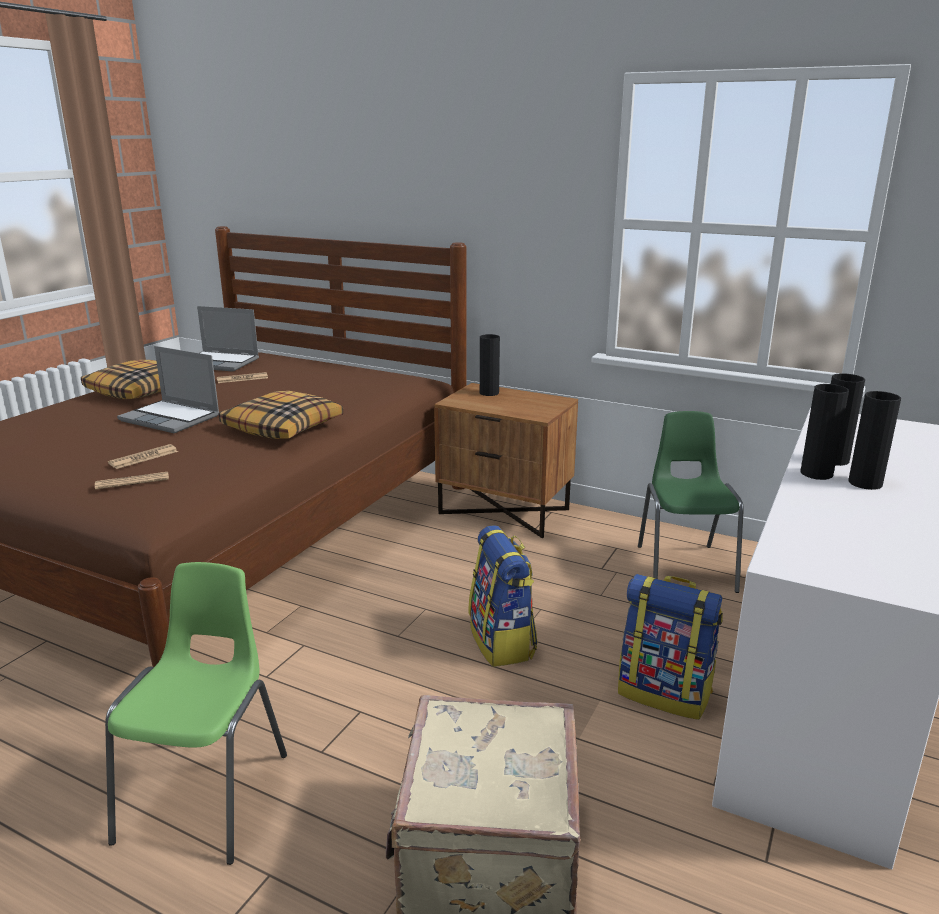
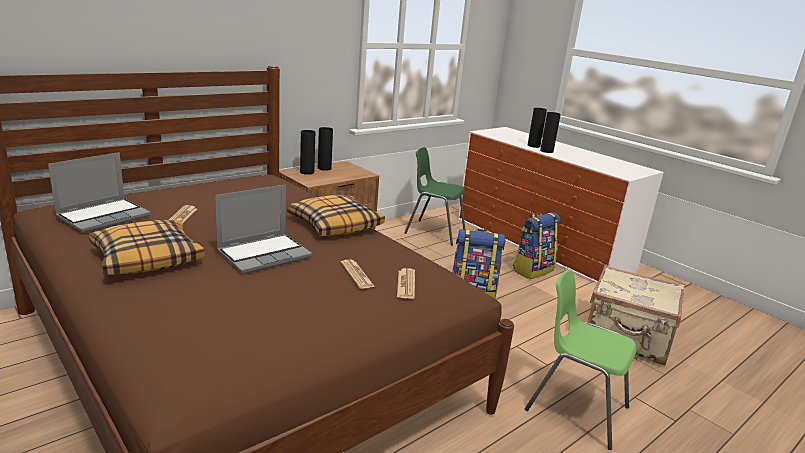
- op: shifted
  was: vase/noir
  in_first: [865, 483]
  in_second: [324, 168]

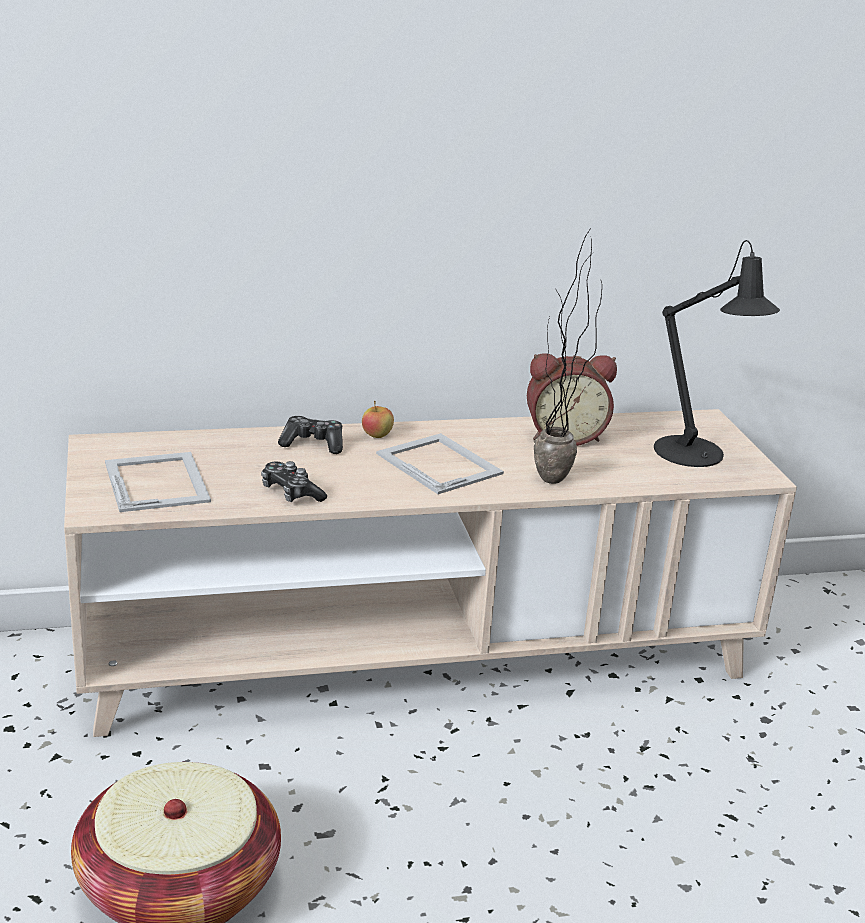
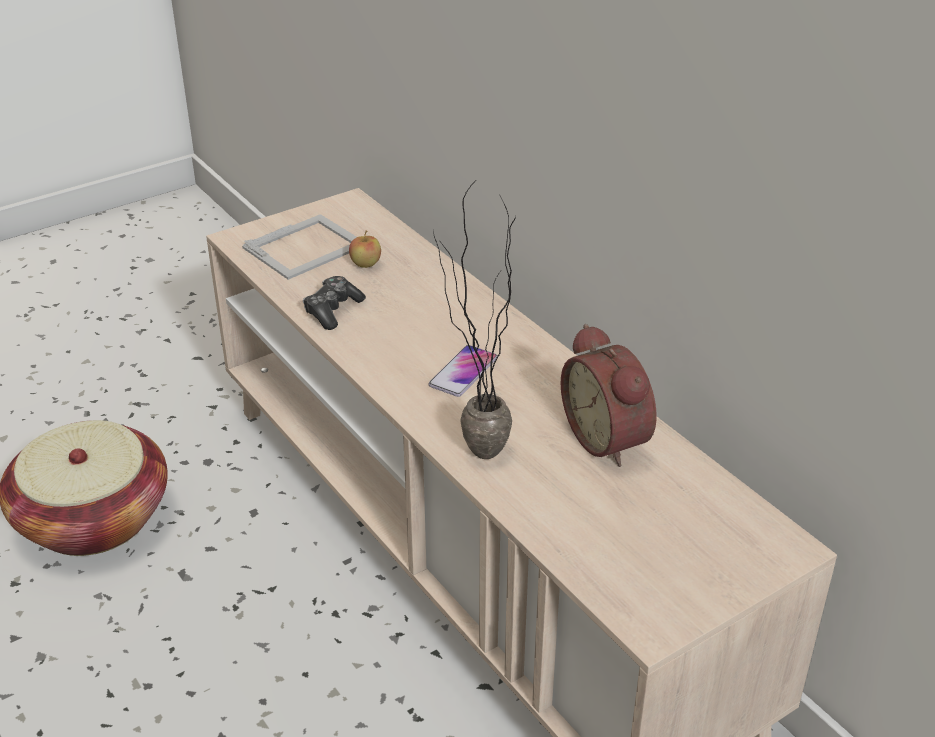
- op: gone
  was: manette
  in_first: [313, 444]
- op: shifted
  was: pomme
  in_first: [376, 435]
  in_second: [365, 264]
- op: swapped
  was: cadre photo
  now: téléphone
  in_first: [439, 463]
  in_second: [463, 372]
- op: gone
  was: lampe de table/noir
  in_first: [696, 455]

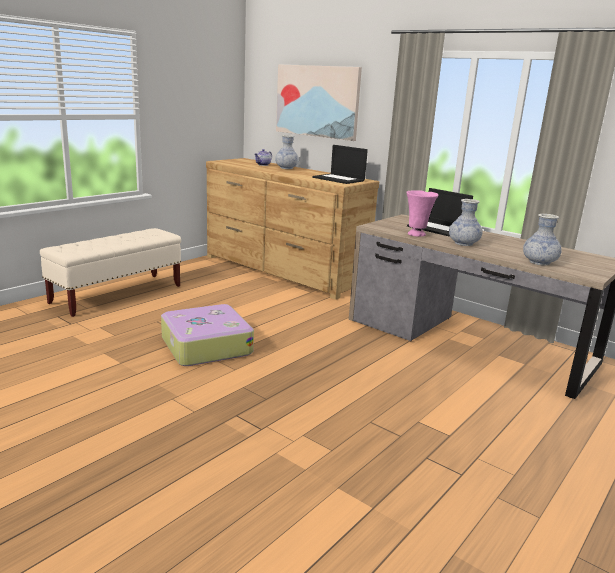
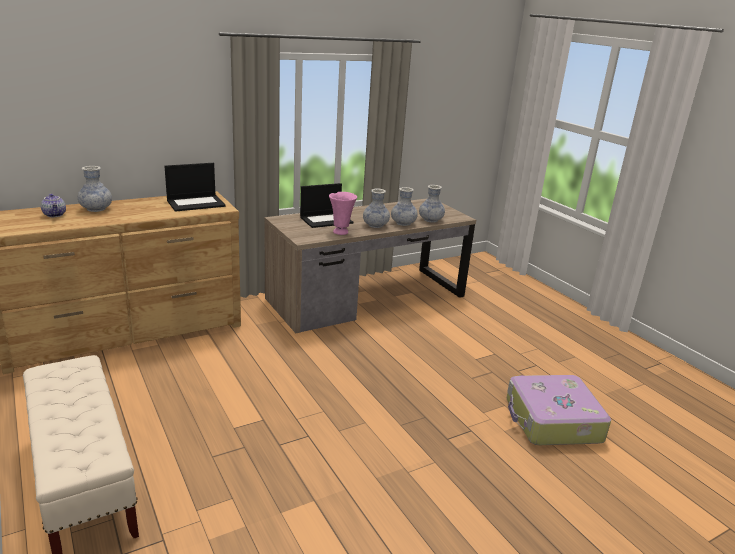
- op: shifted
  was: valise
  in_first: [205, 346]
  in_second: [552, 421]
- op: gone
  was: tableau
  in_first: [317, 101]
- op: new
  now: vase
  in_second: [403, 223]

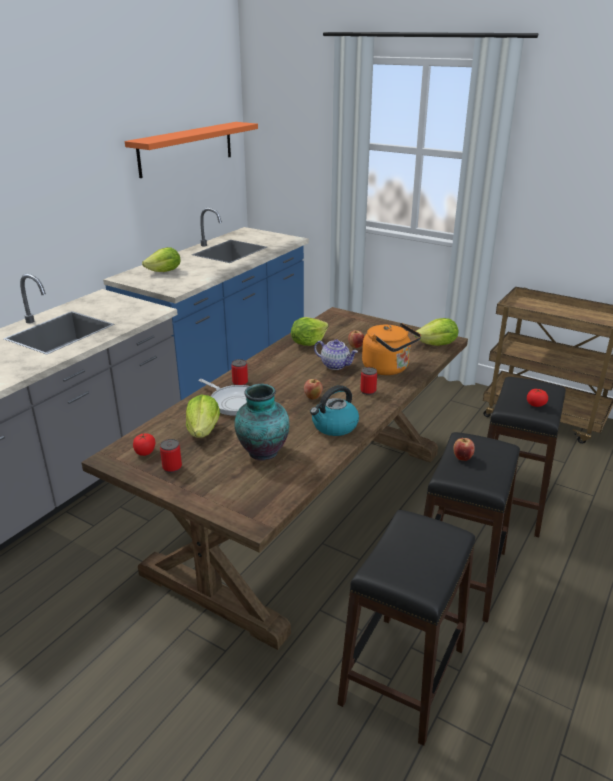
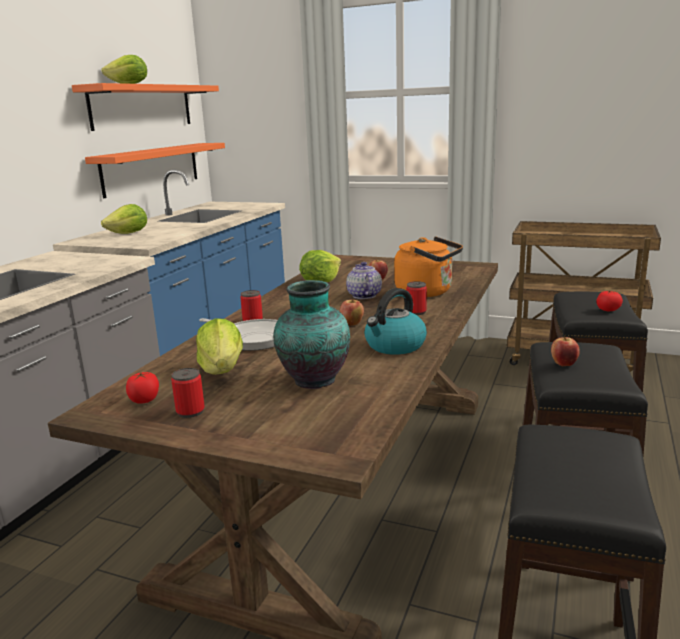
- op: rotated
  was: théière
  in_first: [335, 365]
  in_second: [363, 295]
  clockwise: -120
- op: shifted
  was: laitue
  in_first: [437, 345]
  in_second: [129, 84]
- op: new
  now: étagère/orange
  in_second: [151, 168]

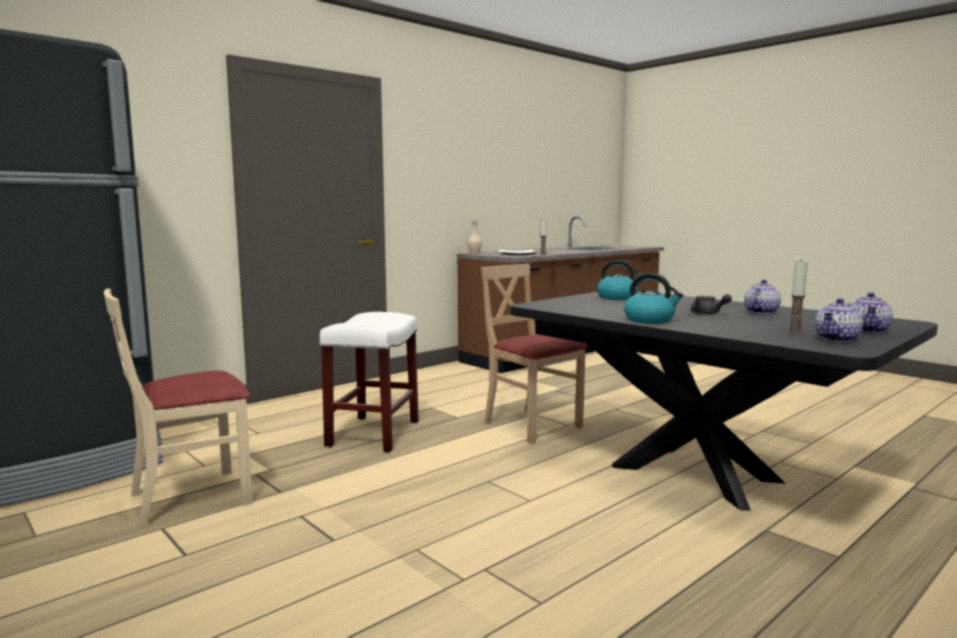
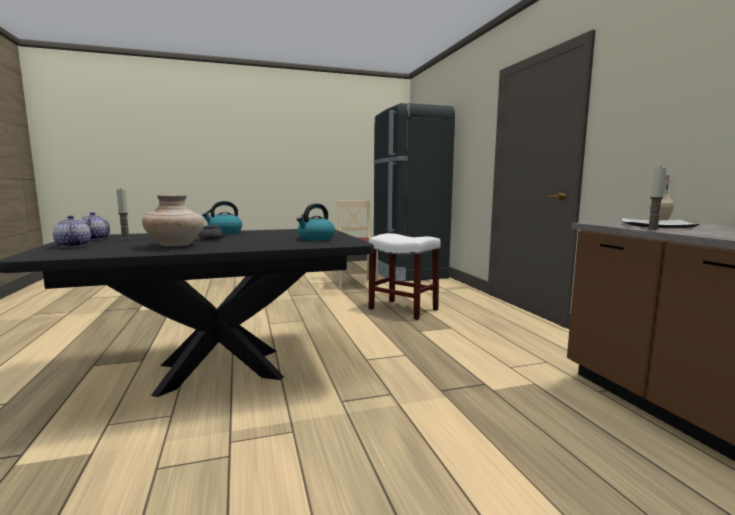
- op: gone
  was: chaise/beige
  in_first: [531, 425]
- op: swapped
  was: théière
  now: vase/beige
  in_first: [760, 312]
  in_second: [176, 245]

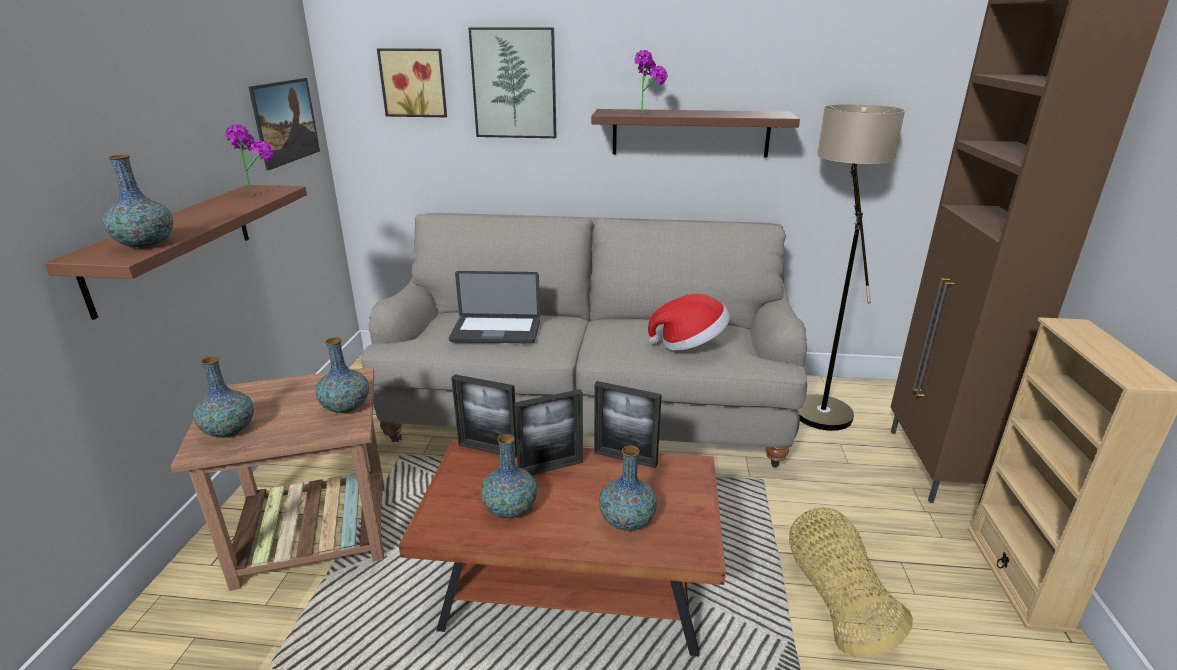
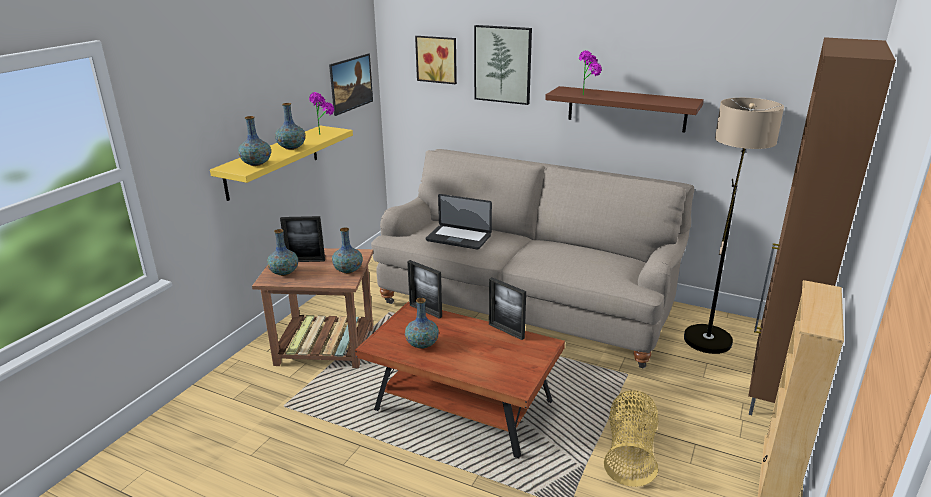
- op: repainted
  was: étagère/marron
  now: étagère/jaune
  in_first: [173, 245]
  in_second: [272, 162]
- op: shifted
  was: cadre photo
  in_first: [551, 468]
  in_second: [305, 261]
- op: shifted
  was: vase
  in_first: [626, 521]
  in_second: [291, 148]
- op: gone
  was: chapeau
  in_first: [690, 344]

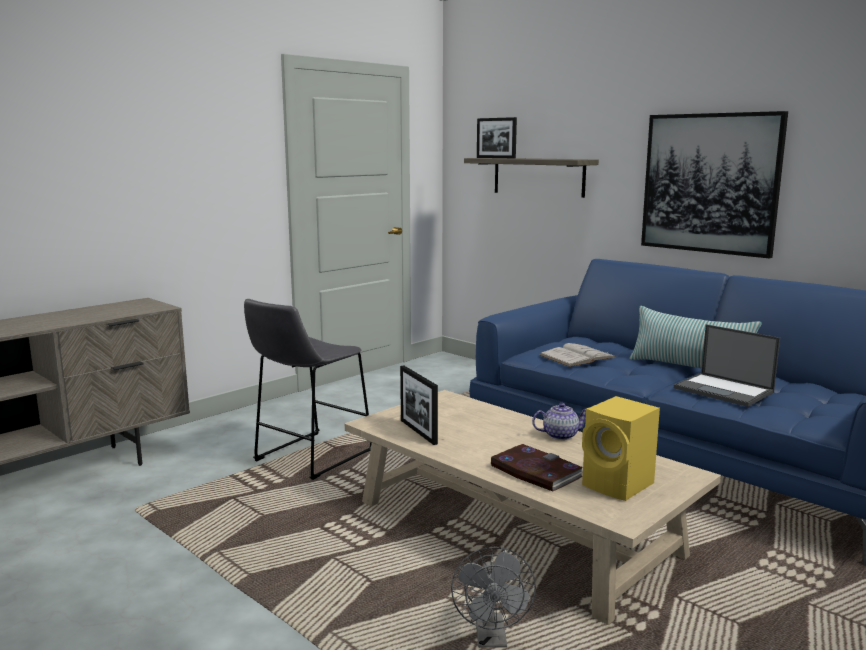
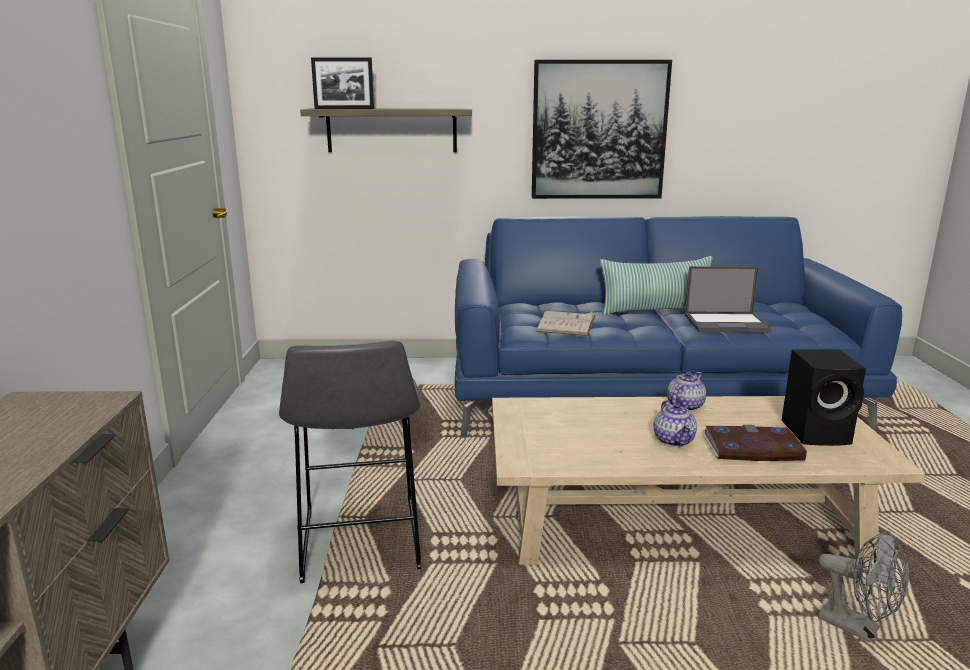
- op: gone
  was: cadre photo
  in_first: [418, 432]
- op: repainted
  was: enceinte/jaune
  now: enceinte/noir
  in_first: [619, 485]
  in_second: [818, 433]
- op: new
  now: théière
  in_second: [674, 440]

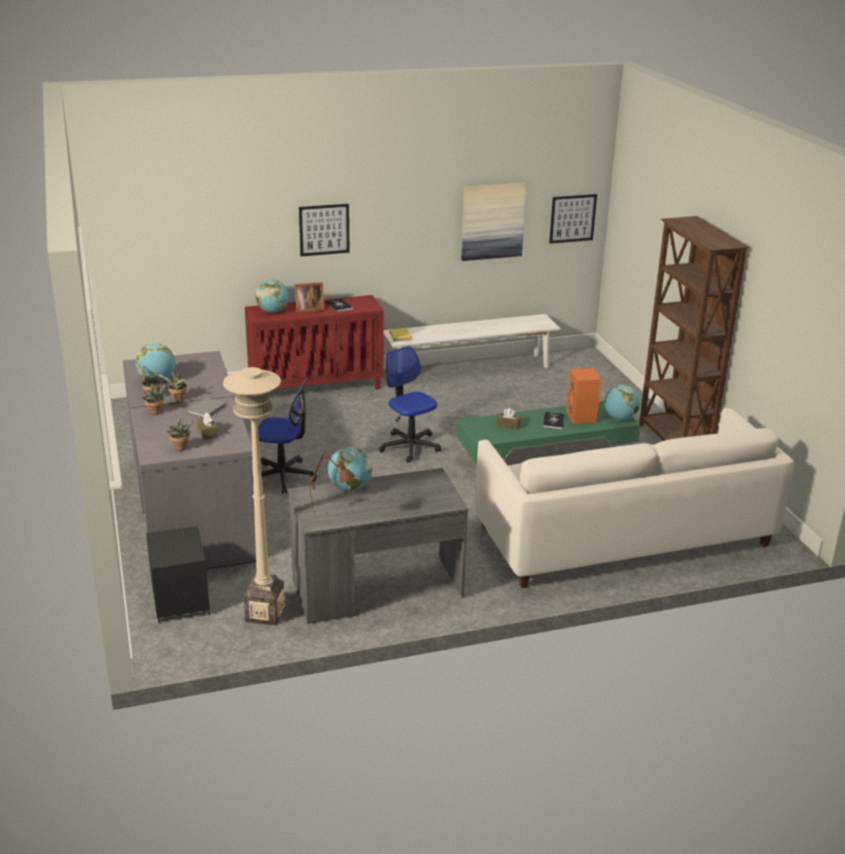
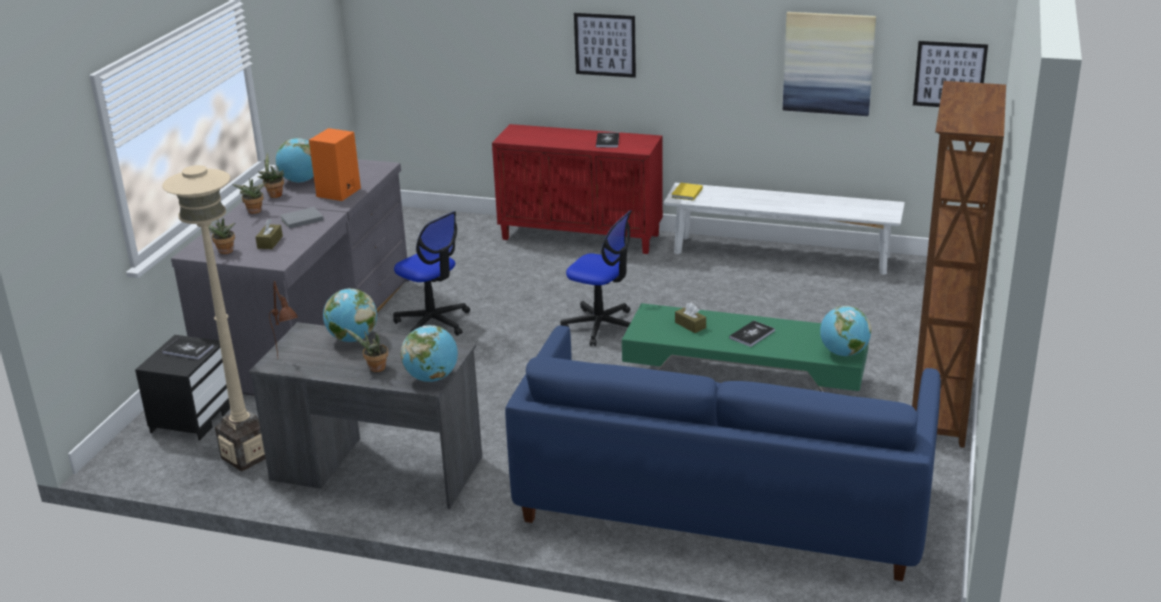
- op: shifted
  was: plante en pot
  in_first: [177, 400]
  in_second: [375, 369]
- op: shifted
  was: globe
  in_first: [272, 311]
  in_second: [432, 378]
- op: gone
  was: cadre photo
  in_first: [308, 309]
- op: rotated
  was: chaise de bureau
  in_first: [410, 446]
  in_second: [601, 326]
  clockwise: 120
- op: repainted
  was: canapé/blanc
  now: canapé/bleu
  in_first: [624, 536]
  in_second: [722, 503]
- op: shifted
  was: enceinte/orange
  in_first: [582, 417]
  in_second: [339, 193]
- op: new
  now: livre
  in_second: [188, 350]

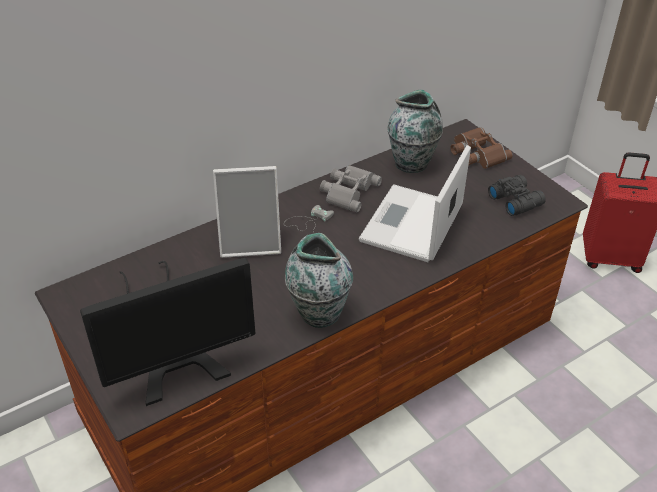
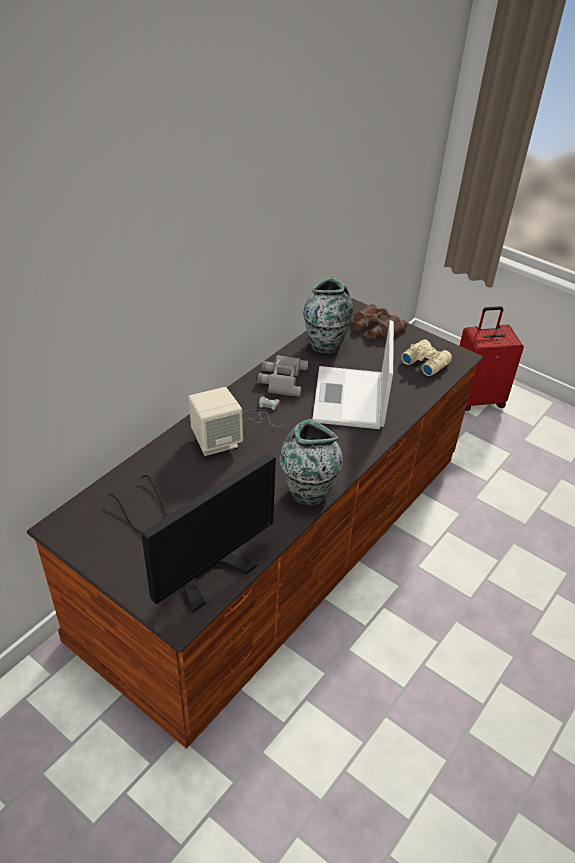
- op: swapped
  was: cadre photo
  now: enceinte/beige
  in_first: [251, 241]
  in_second: [216, 441]
- op: repainted
  was: jumelles/noir
  now: jumelles/beige
  in_first: [515, 200]
  in_second: [425, 362]

